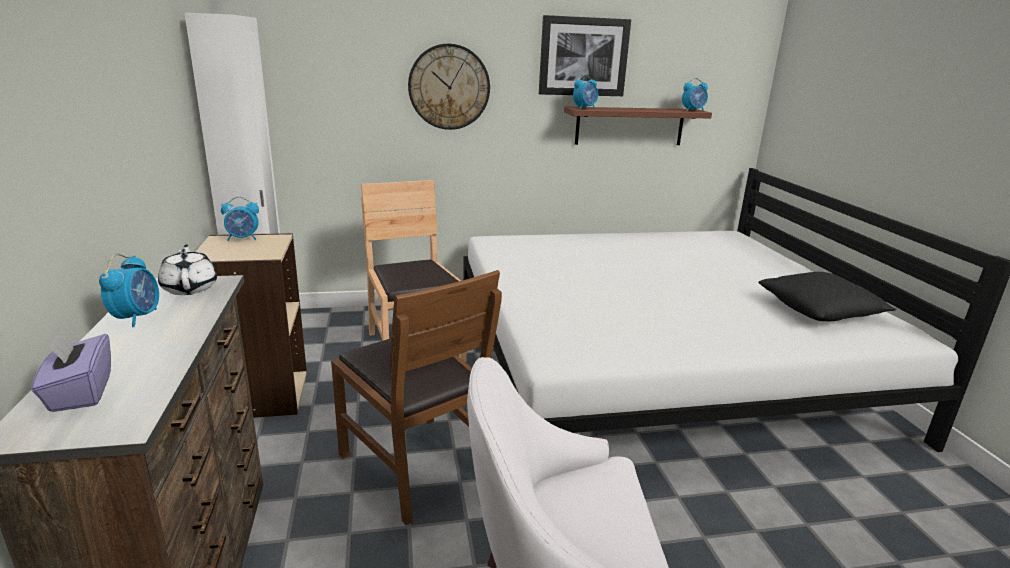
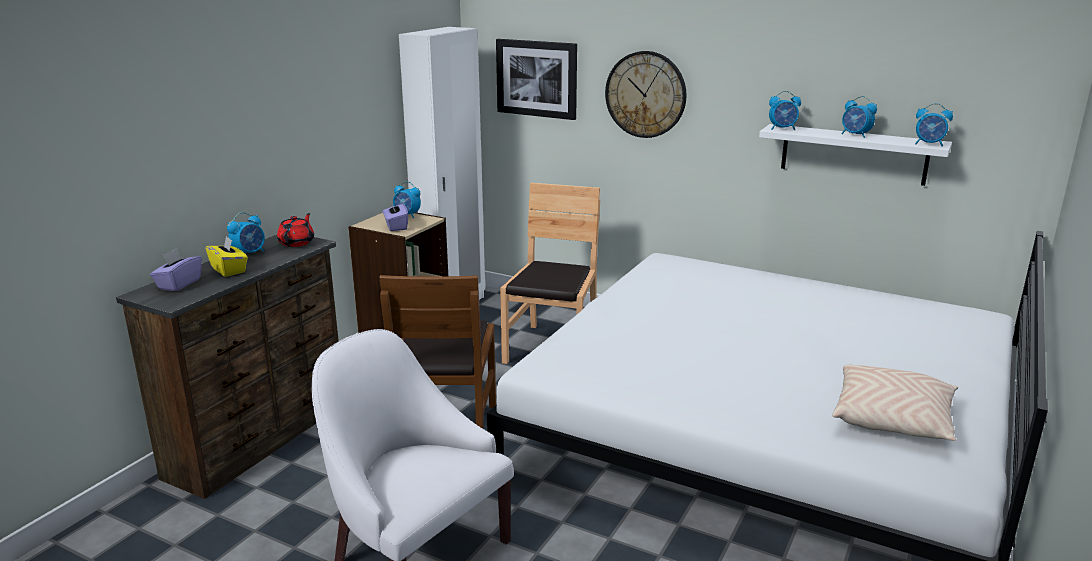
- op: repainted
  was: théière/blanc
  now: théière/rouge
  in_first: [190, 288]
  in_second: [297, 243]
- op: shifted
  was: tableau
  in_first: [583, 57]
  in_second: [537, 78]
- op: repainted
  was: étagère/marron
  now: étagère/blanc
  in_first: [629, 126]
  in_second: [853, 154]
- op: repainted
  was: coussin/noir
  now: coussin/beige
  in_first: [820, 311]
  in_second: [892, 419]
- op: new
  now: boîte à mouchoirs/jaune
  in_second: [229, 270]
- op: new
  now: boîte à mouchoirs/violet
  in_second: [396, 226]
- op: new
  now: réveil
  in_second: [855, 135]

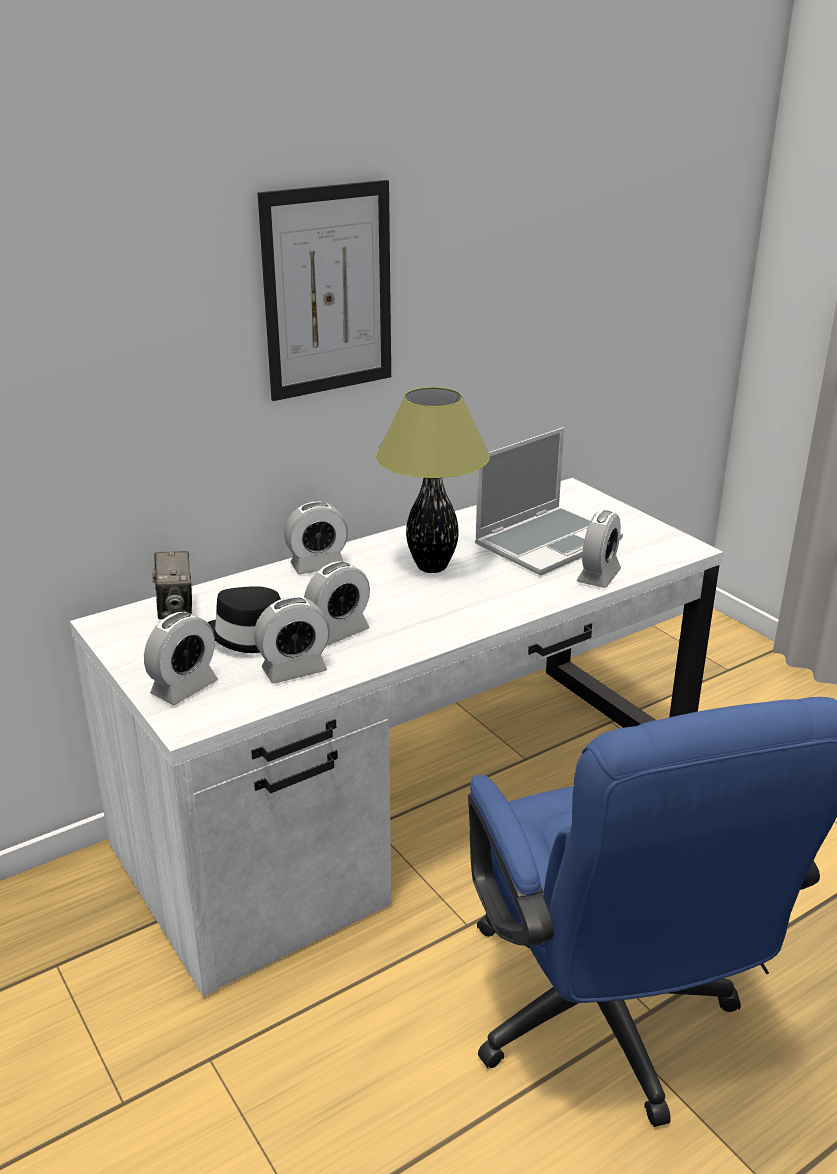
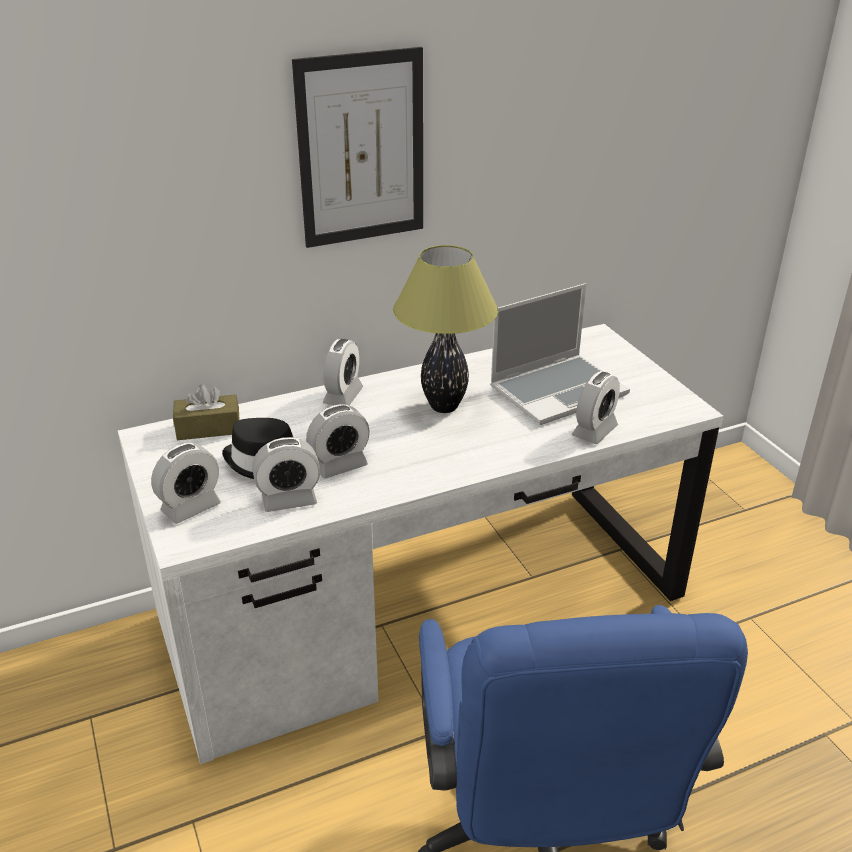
- op: swapped
  was: appareil photo
  now: boîte à mouchoirs/marron
  in_first: [176, 609]
  in_second: [208, 428]
- op: rotated
  was: réveil
  in_first: [317, 566]
  in_second: [343, 396]
  clockwise: -60

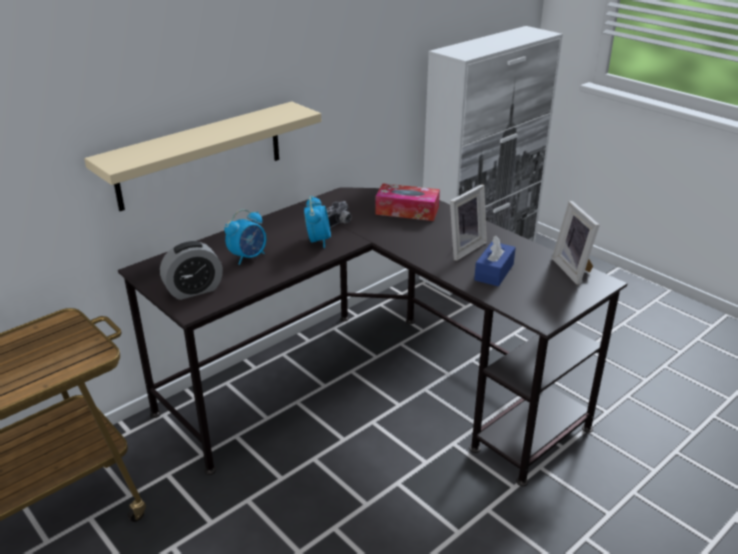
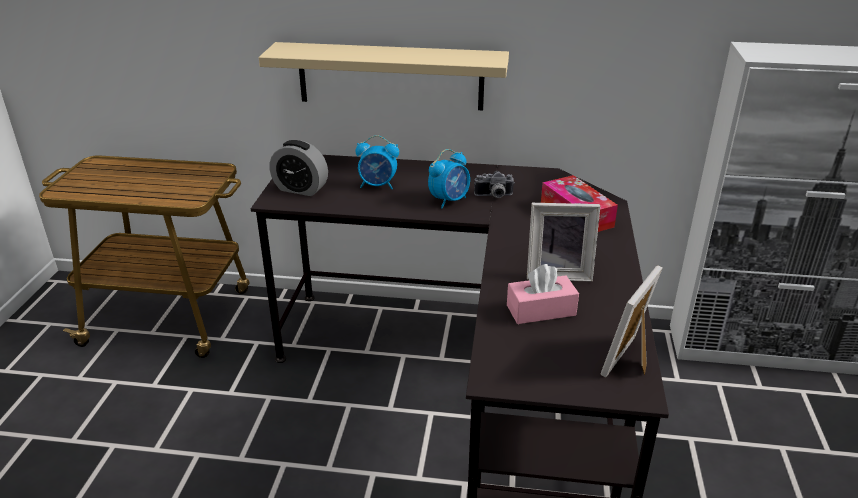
- op: repainted
  was: boîte à mouchoirs/bleu
  now: boîte à mouchoirs/rose
  in_first: [494, 272]
  in_second: [541, 310]

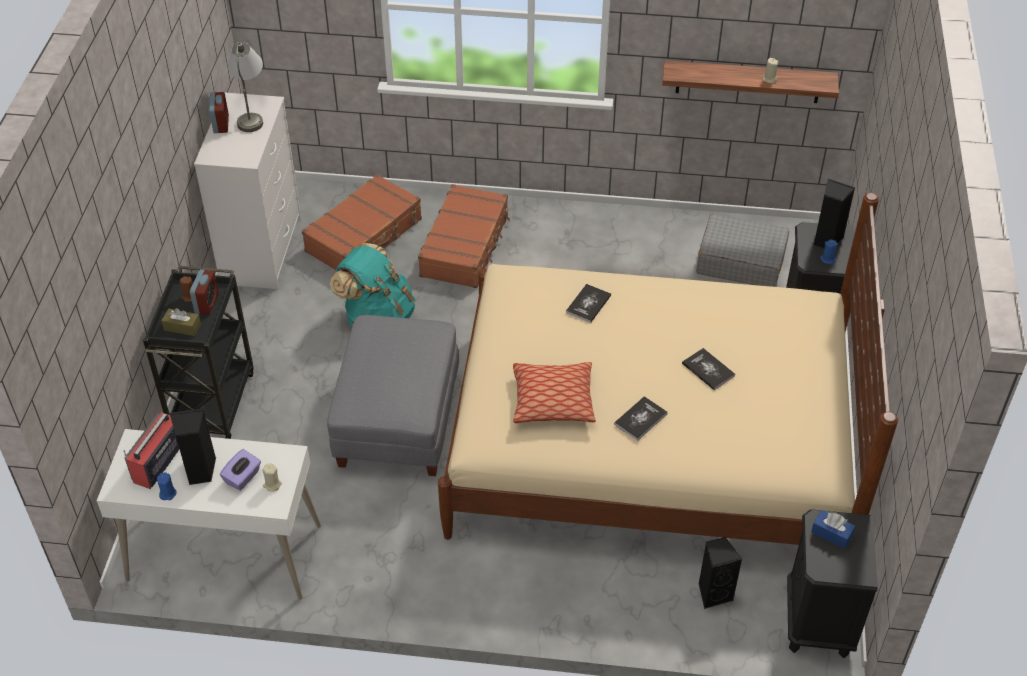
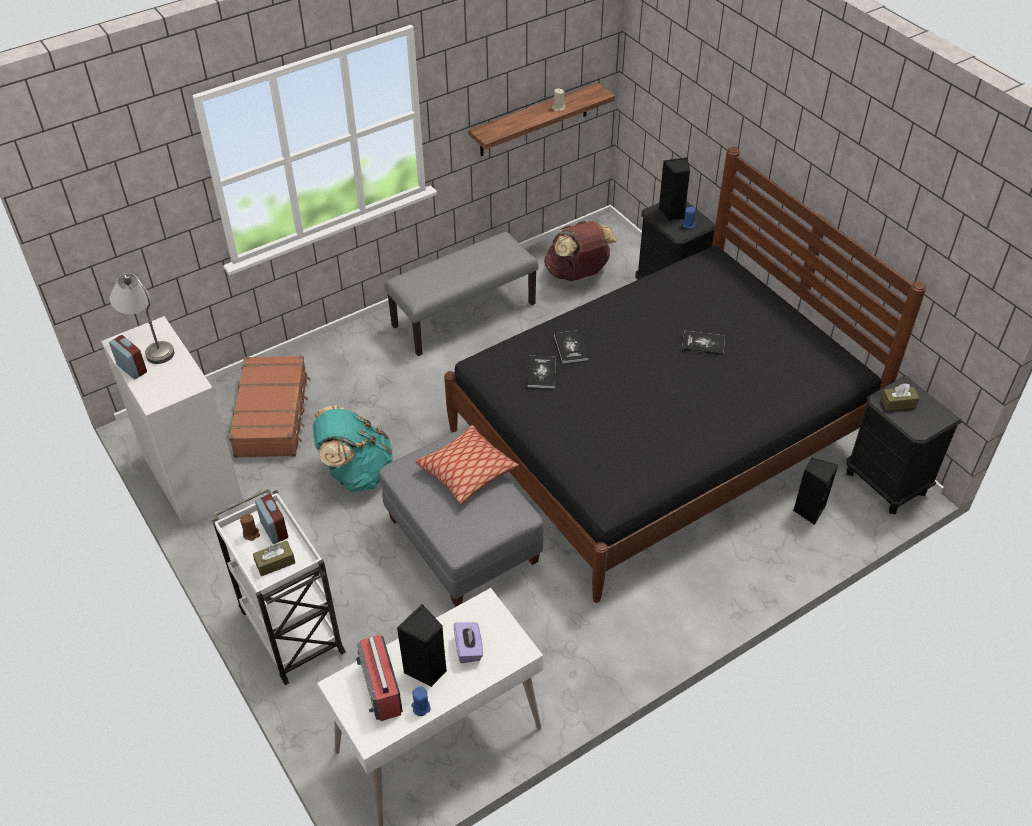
- op: repainted
  was: chariot/noir
  now: chariot/blanc
  in_first: [213, 403]
  in_second: [290, 629]
- op: gone
  was: bougie/beige
  in_first: [272, 485]
- op: gone
  was: valise/marron
  in_first: [465, 246]
- op: repainted
  was: lit/beige
  now: lit/noir
  in_first: [649, 444]
  in_second: [658, 438]
- op: shifted
  was: coussin
  in_first: [553, 400]
  in_second: [467, 471]
- op: shifted
  was: livre
  in_first: [640, 419]
  in_second: [541, 372]
- op: swapped
  was: valise/gris
  now: sac à dos/marron
  in_first: [740, 261]
  in_second: [577, 274]
- op: repainted
  was: boîte à mouchoirs/bleu
  now: boîte à mouchoirs/marron
  in_first: [831, 533]
  in_second: [898, 403]
- op: new
  now: banc/gris
  in_second: [464, 314]

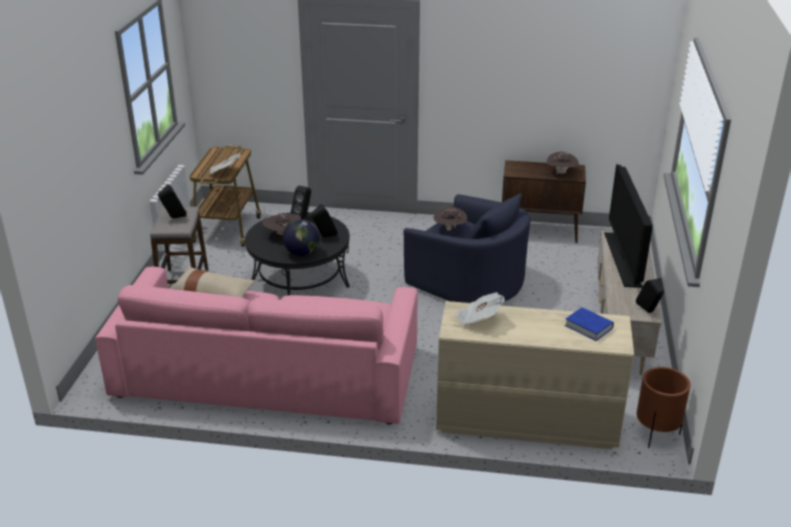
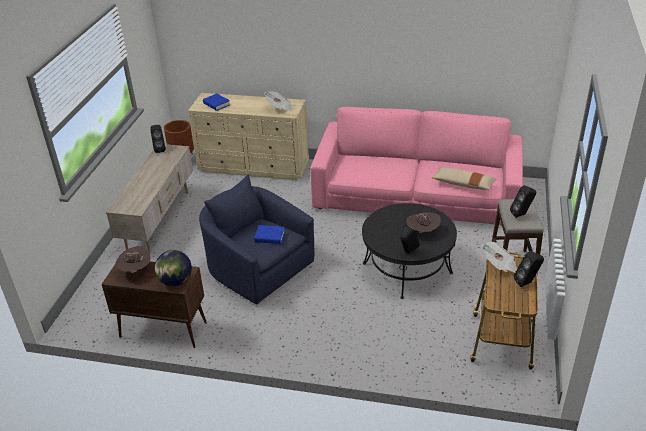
- op: shifted
  was: globe
  in_first: [302, 253]
  in_second: [175, 281]
- op: shifted
  was: enceinte/noir
  in_first: [324, 236]
  in_second: [527, 282]
- op: swapped
  was: chapeau/marron
  now: livre/bleu
  in_first: [449, 229]
  in_second: [270, 237]
- op: gone
  was: téléviseur
  in_first: [623, 260]

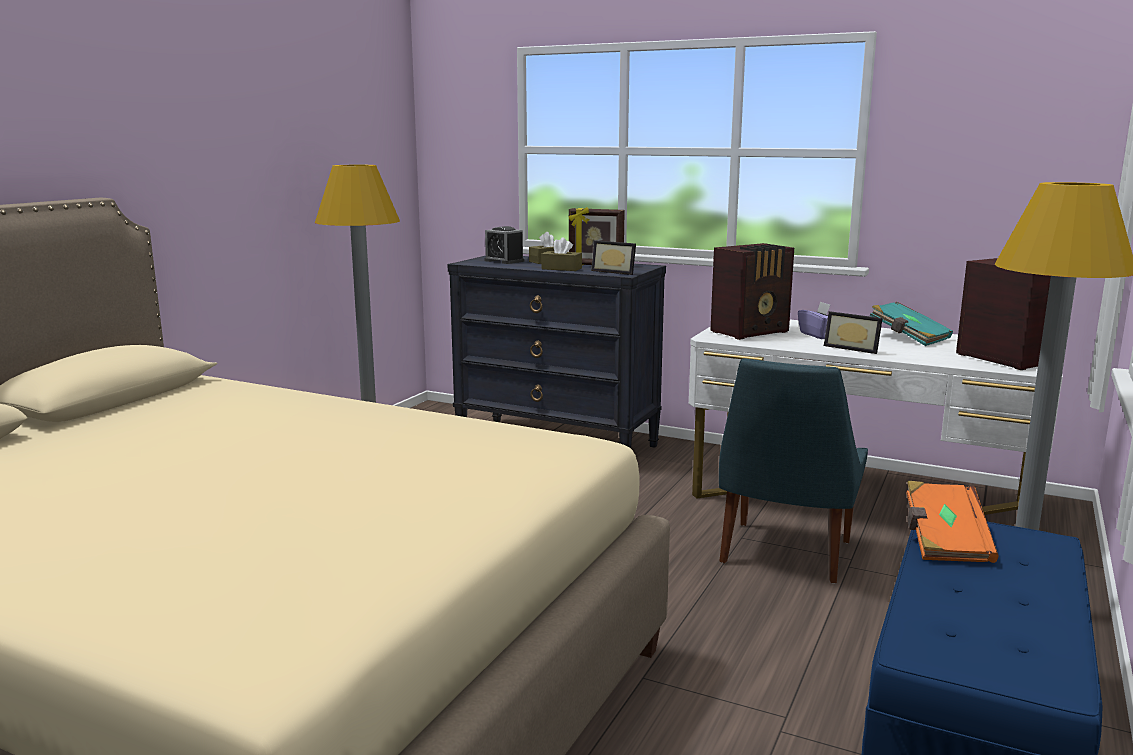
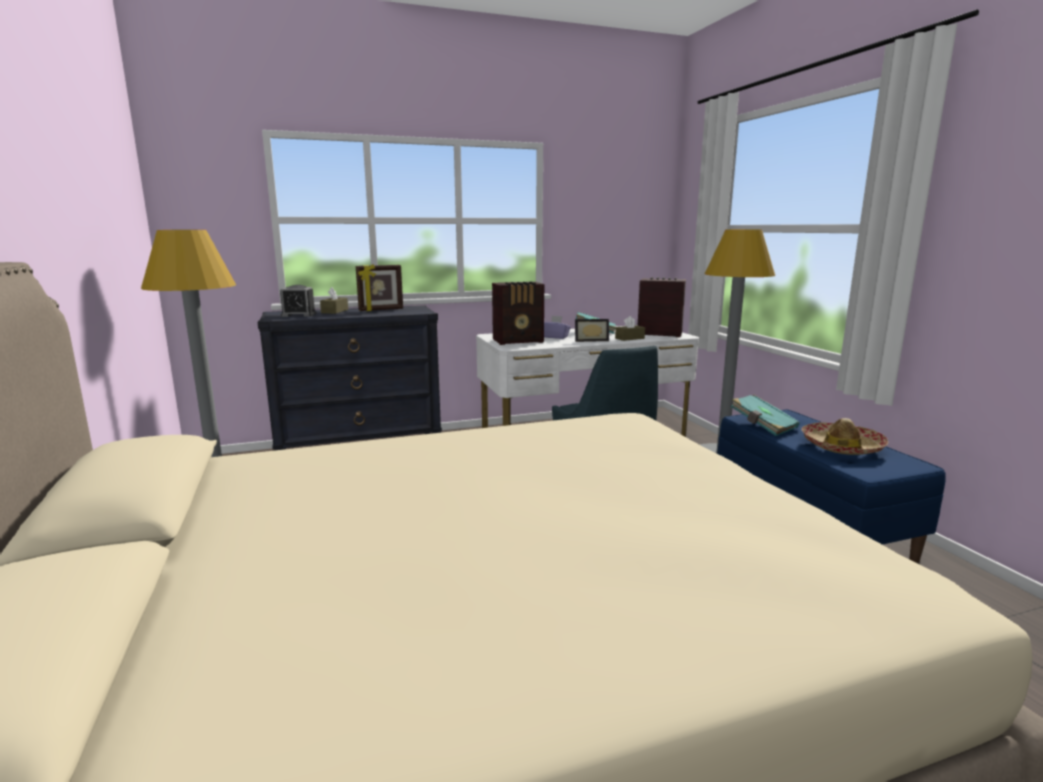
- op: shifted
  was: boîte à mouchoirs/marron
  in_first: [561, 268]
  in_second: [629, 338]
- op: gone
  was: cadre photo
  in_first: [615, 272]
- op: rotated
  was: radio
  in_first: [751, 332]
  in_second: [519, 341]
  clockwise: 60
- op: repainted
  was: livre/orange
  now: livre/turquoise
  in_first: [944, 541]
  in_second: [762, 426]
- op: new
  now: chapeau
  in_second: [841, 447]

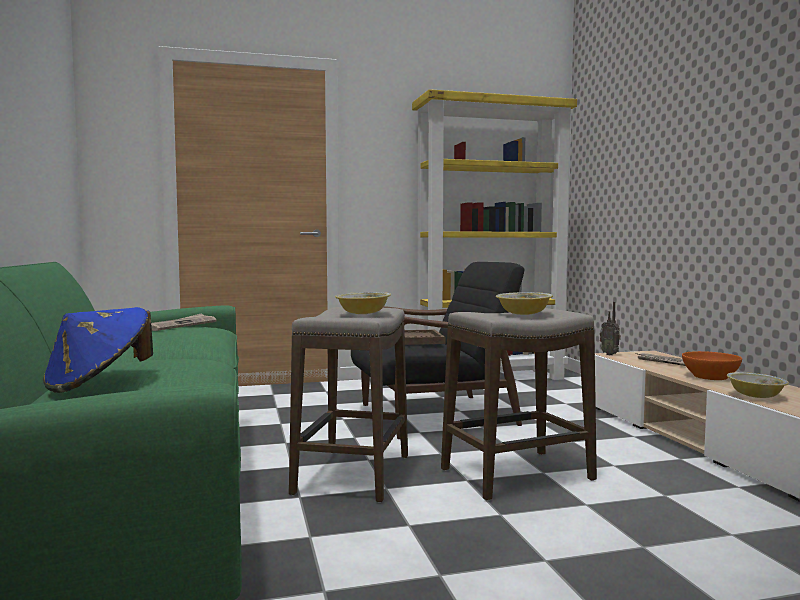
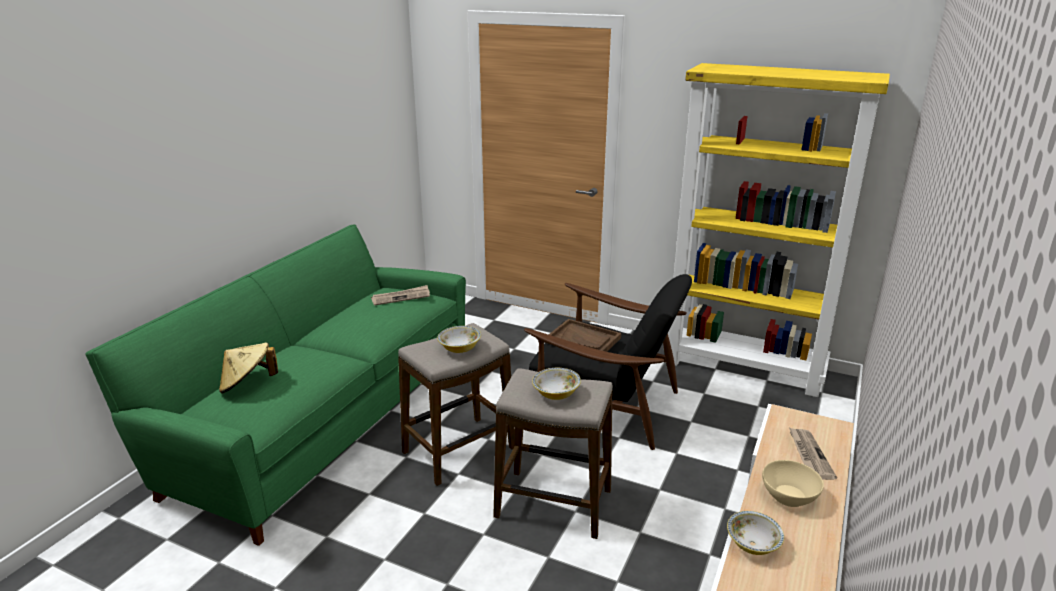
- op: repainted
  was: chapeau/bleu
  now: chapeau/beige
  in_first: [99, 383]
  in_second: [248, 384]
- op: gone
  was: radio
  in_first: [610, 354]
- op: repainted
  was: bol/orange
  now: bol/beige
  in_first: [710, 377]
  in_second: [789, 496]

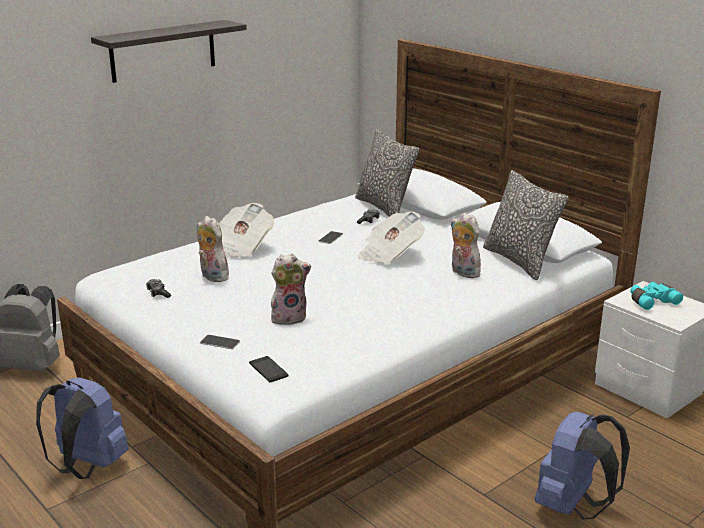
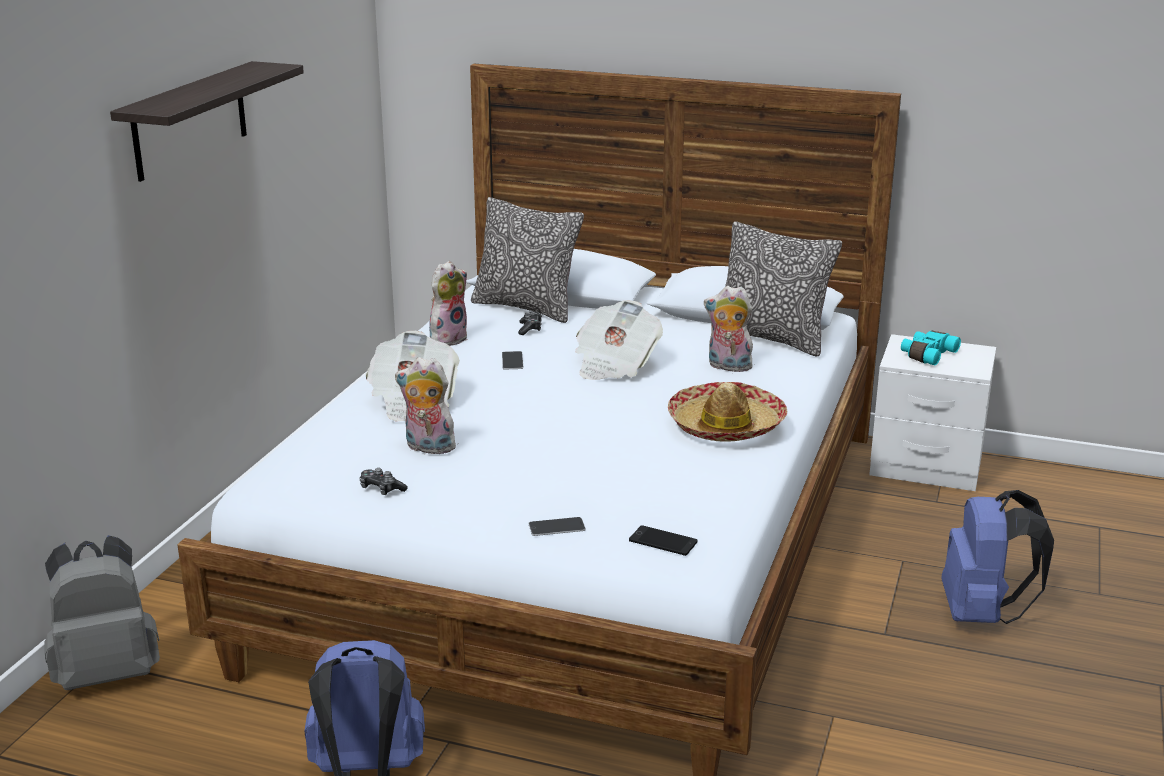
- op: shifted
  was: peluche
  in_first: [289, 317]
  in_second: [448, 338]
- op: new
  now: chapeau
  in_second: [726, 425]

